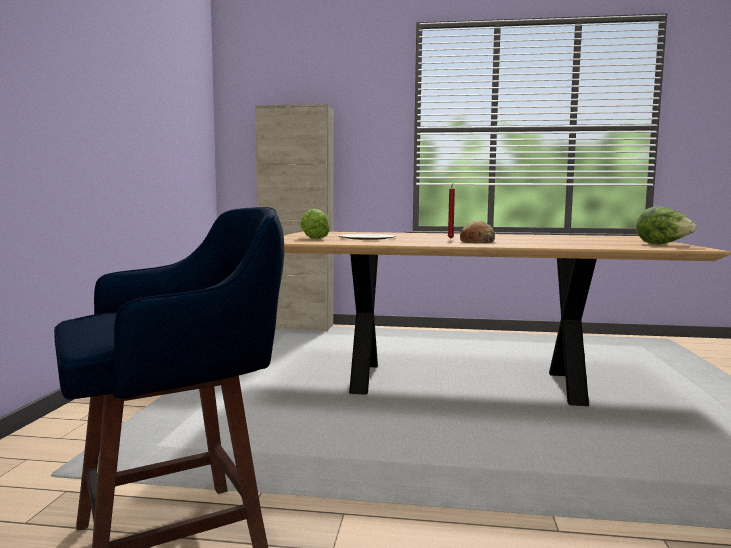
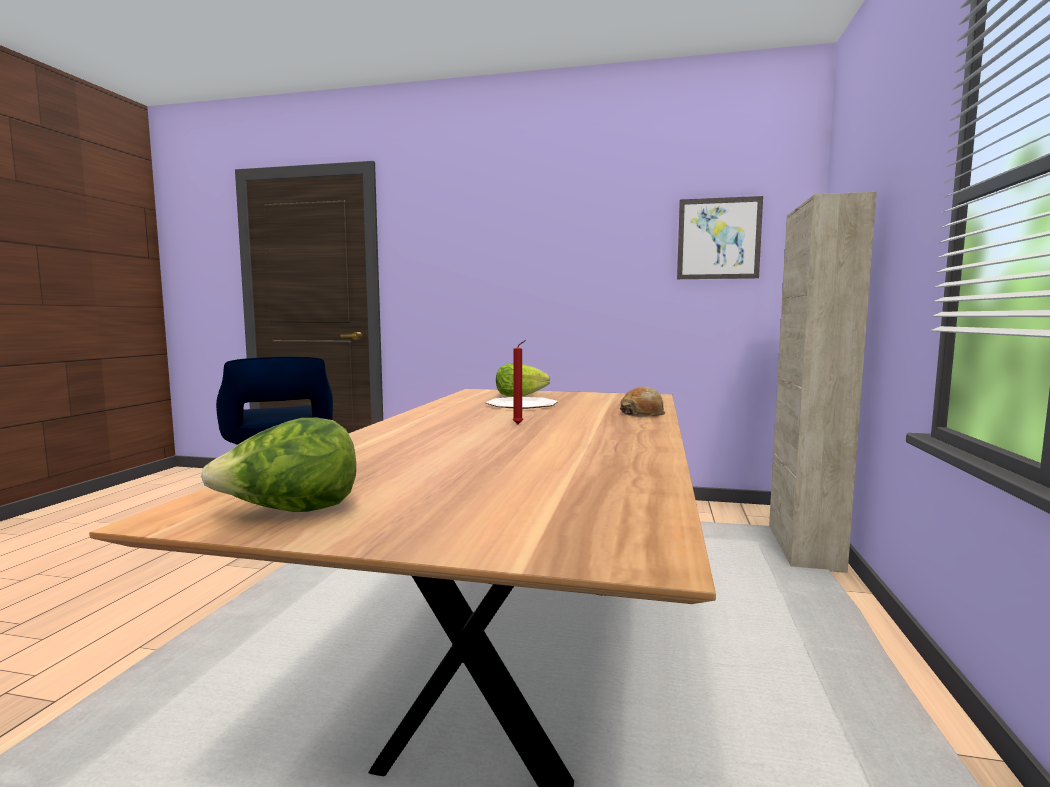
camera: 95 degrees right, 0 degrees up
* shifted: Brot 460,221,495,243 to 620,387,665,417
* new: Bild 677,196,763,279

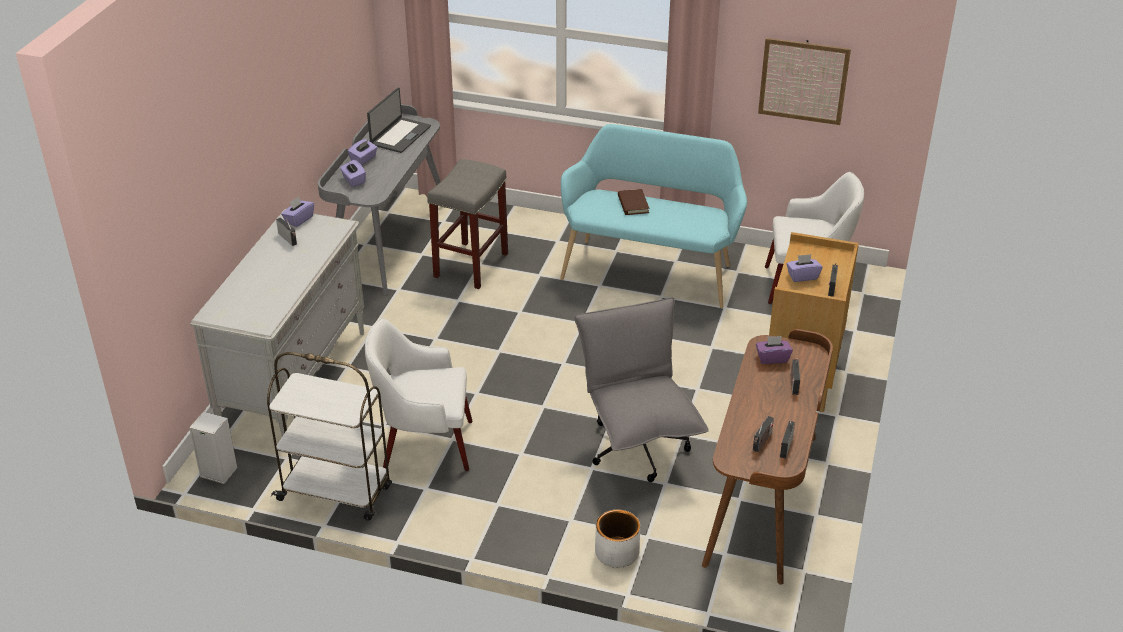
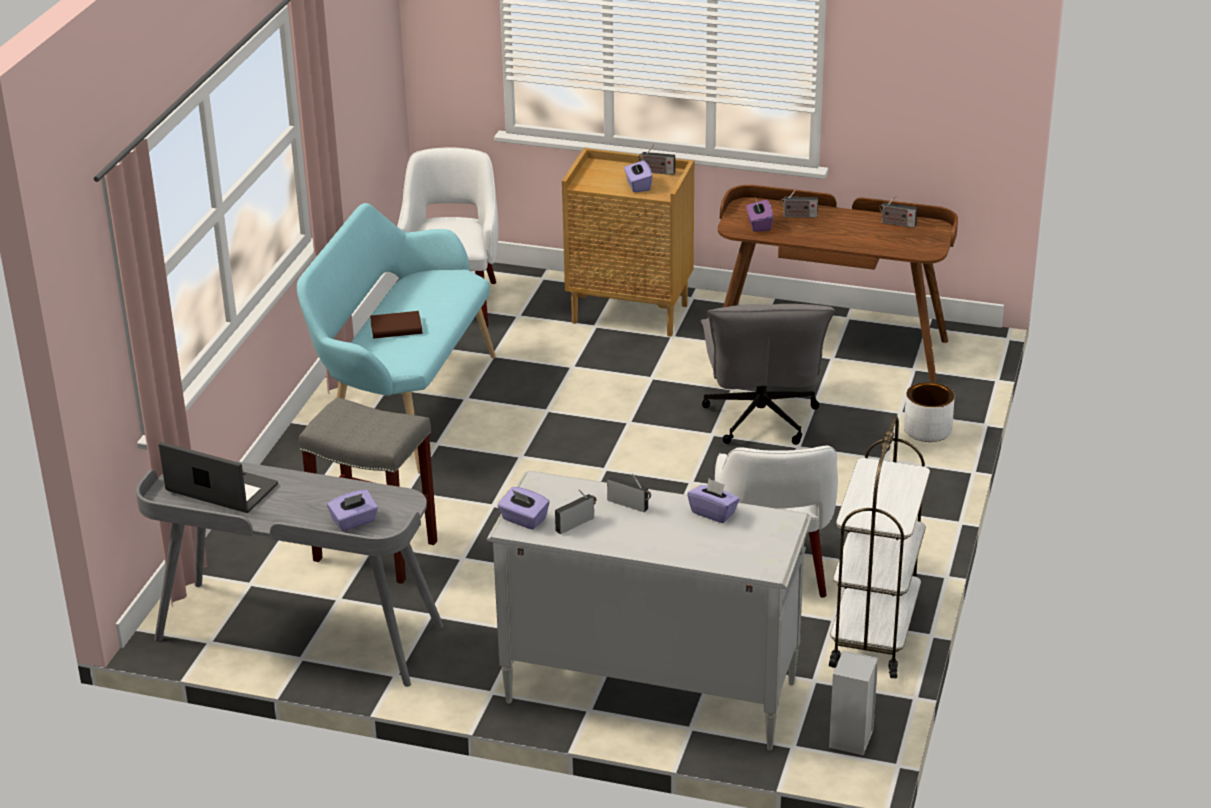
camera: 90 degrees left, 5 degrees down
* shifted: Taschentuchbox [lila] 348,139,378,165 to 687,478,740,523
* rotated: Bürostuhl [grau] 574,297,709,482 = 700,304,835,445 75 degrees counterclockwise
* shifted: Radio 753,416,774,452 to 607,474,651,512
* gone: Bild 758,38,851,125

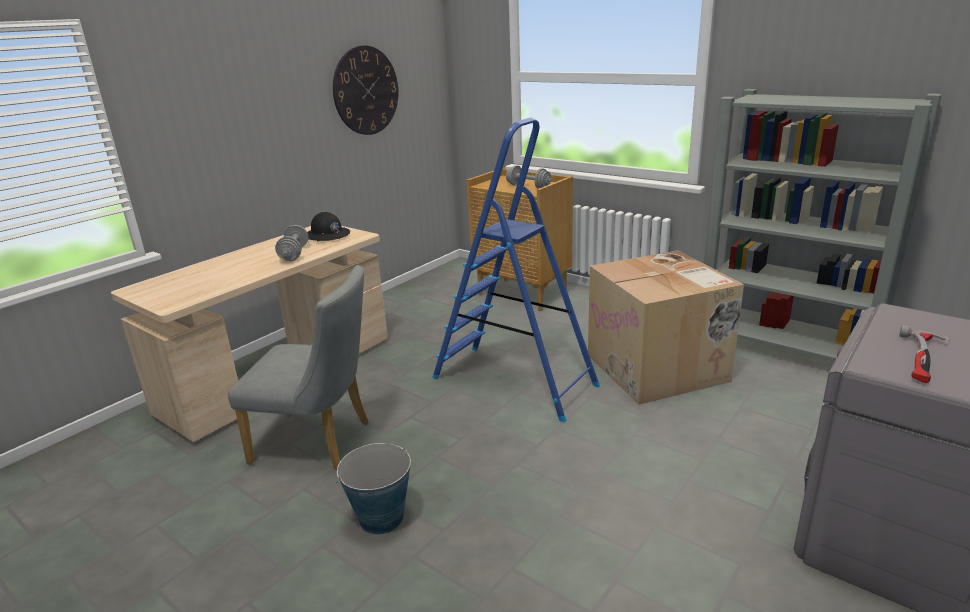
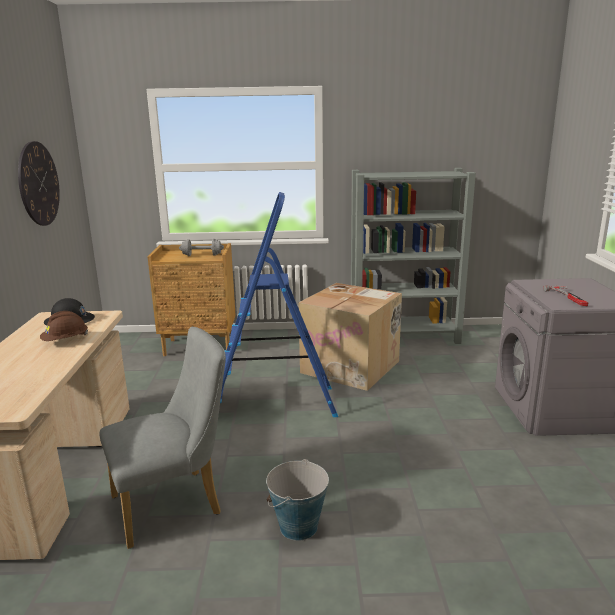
camera: 40 degrees left, 5 degrees down
* swapped: Hantel [grau] 275,225,308,261 to Schutzhelm [braun] 40,311,88,341

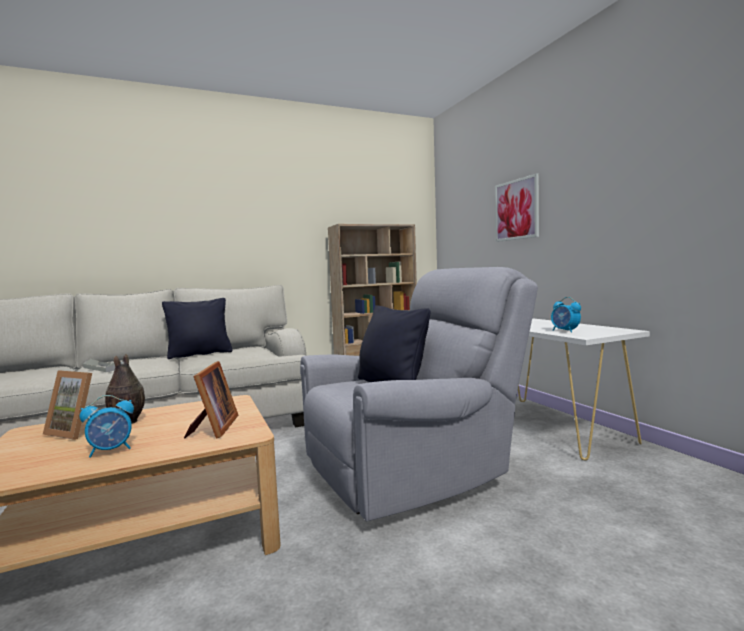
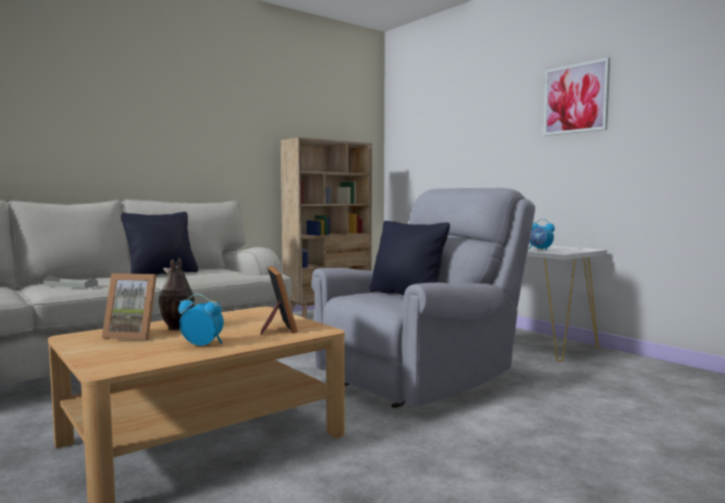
camera: 15 degrees left, 0 degrees up
* rotated: Wecker 79,395,134,458 = 179,294,224,346 120 degrees counterclockwise
* shifted: Bild 495,173,539,242 to 543,57,610,136

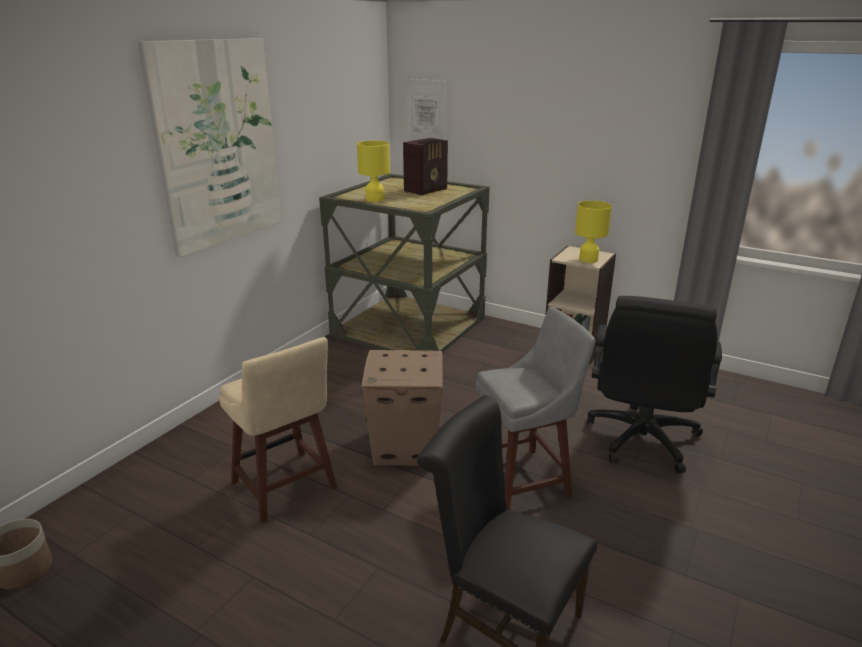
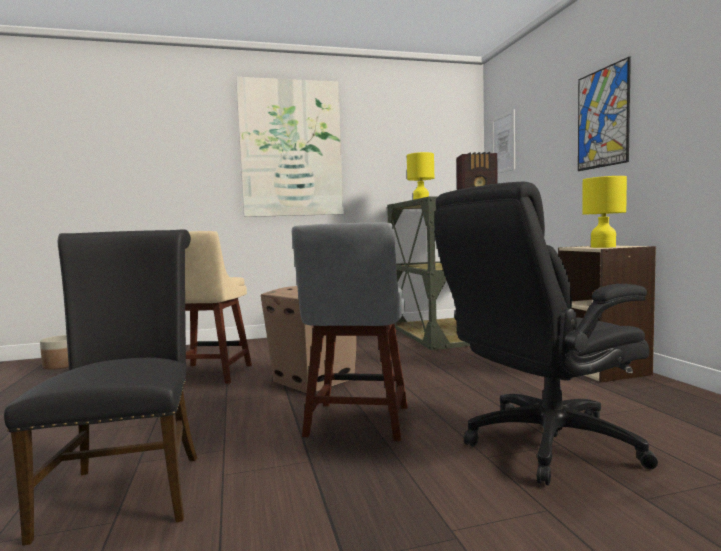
camera: 45 degrees right, 20 degrees down
* rotated: Stuhl [grau] 476,307,596,510 = 292,222,408,441 75 degrees clockwise
* new: Bild 578,56,631,171

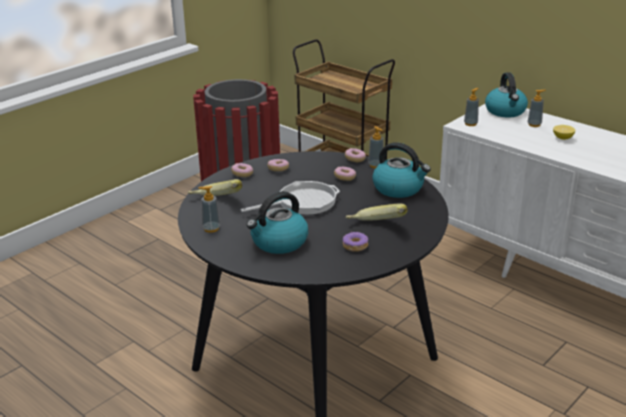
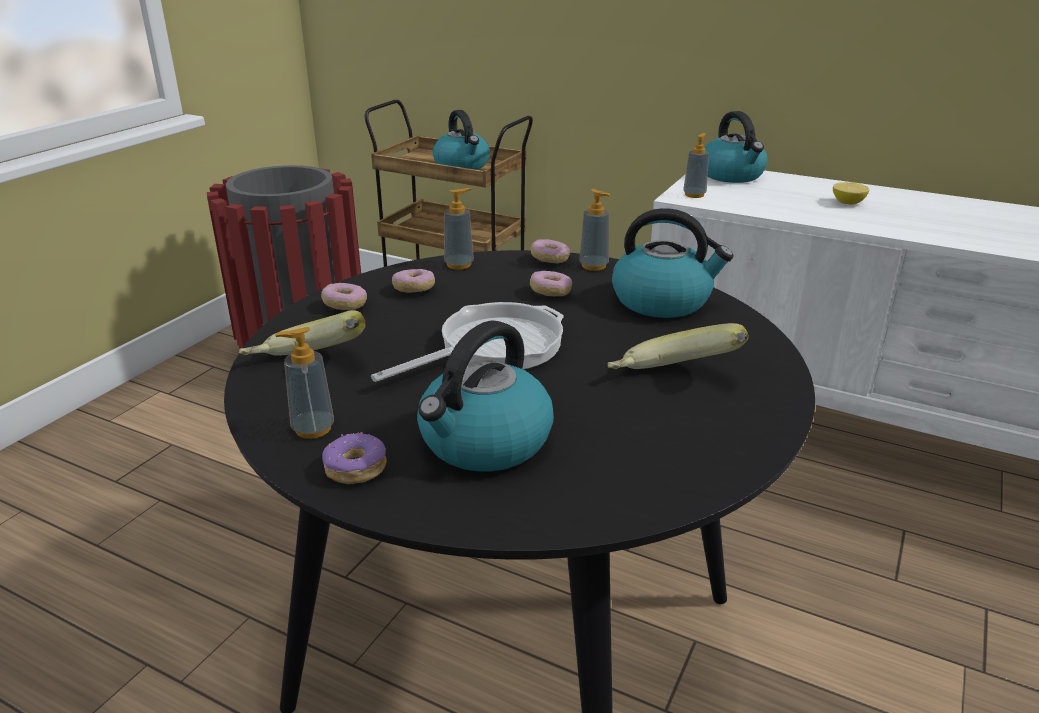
camera: 15 degrees left, 0 degrees up
* shifted: Donut 343,232,368,251 to 322,432,387,484
* shifted: Seifenspender 528,90,546,127 to 444,188,474,270
* new: Wasserkessel 433,110,490,170

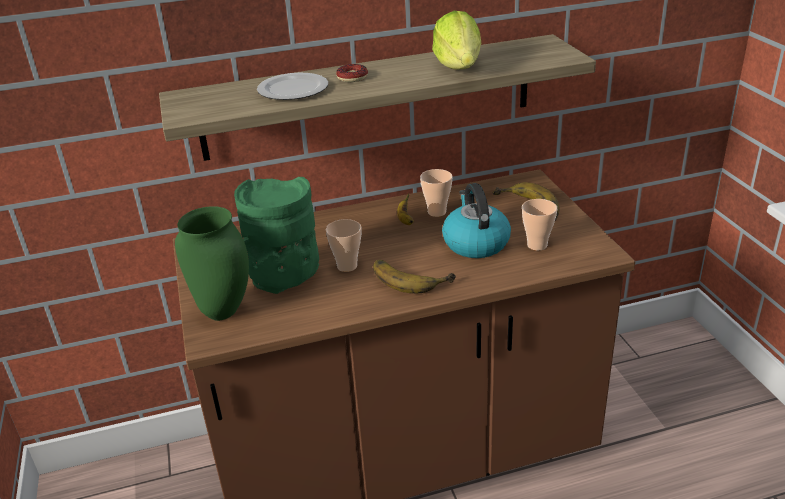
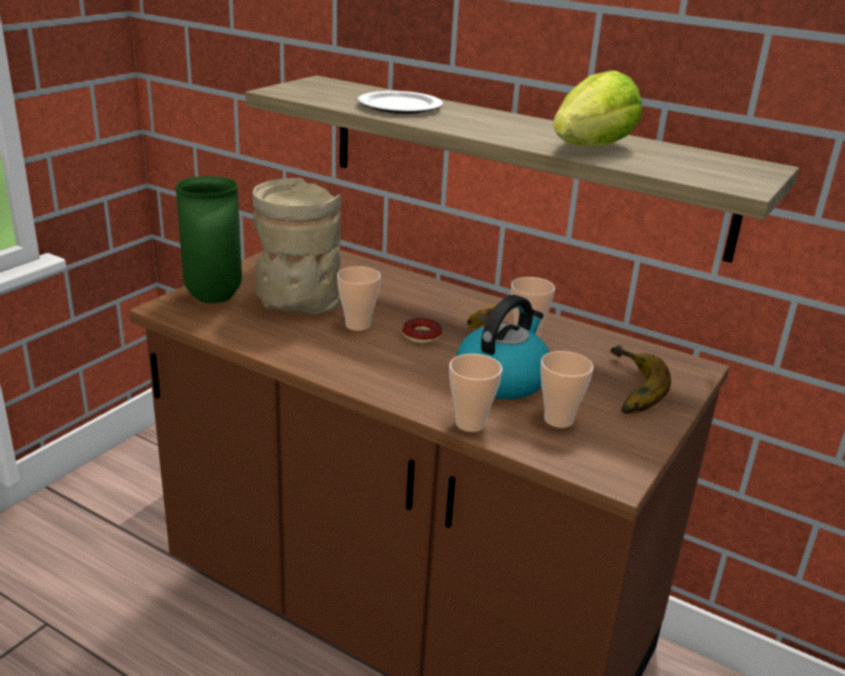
camera: 45 degrees right, 5 degrees down
* repainted: Vase [grün] 234,177,319,294 to Vase [beige] 252,178,341,314
* shifted: Donut 336,64,368,82 to 403,318,442,343
* gone: Banane 373,260,456,293
* new: Tasse 449,354,502,432

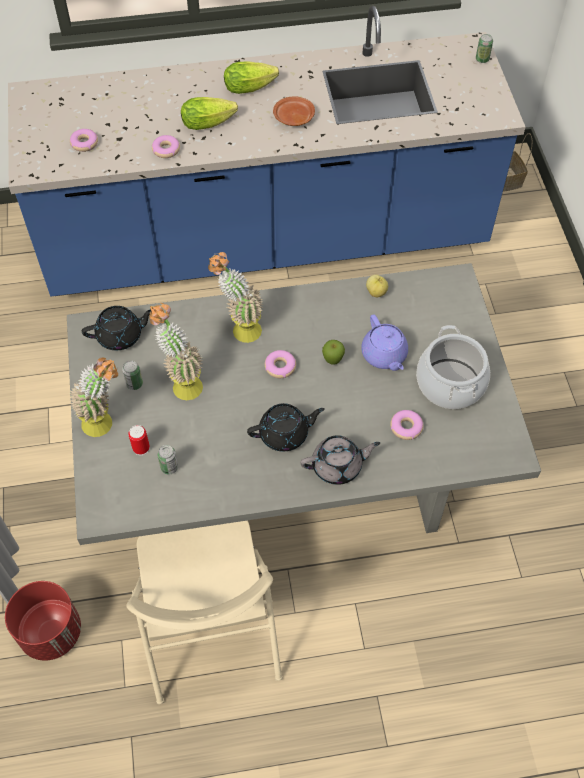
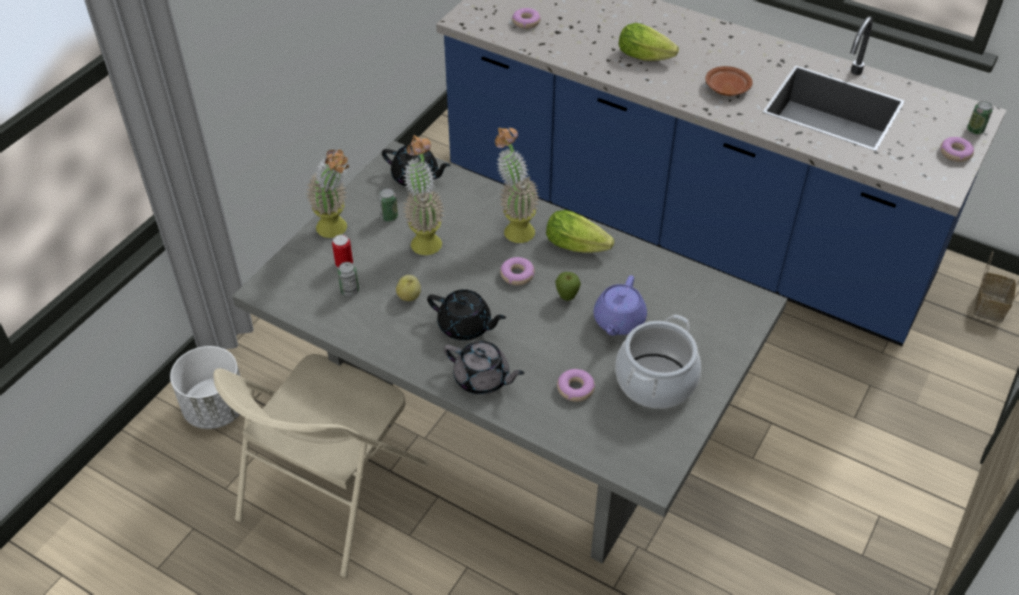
camera: 40 degrees right, 10 degrees down
* repainted: Pflanzkübel [rot] 5,581,81,661 to Pflanzkübel [weiß] 170,346,240,429
* shifted: Donut 152,135,180,158 to 940,137,974,162
* shifted: Salatkopf 224,61,279,94 to 546,210,614,253
* shifted: Apfel 366,275,388,297 to 396,275,421,301

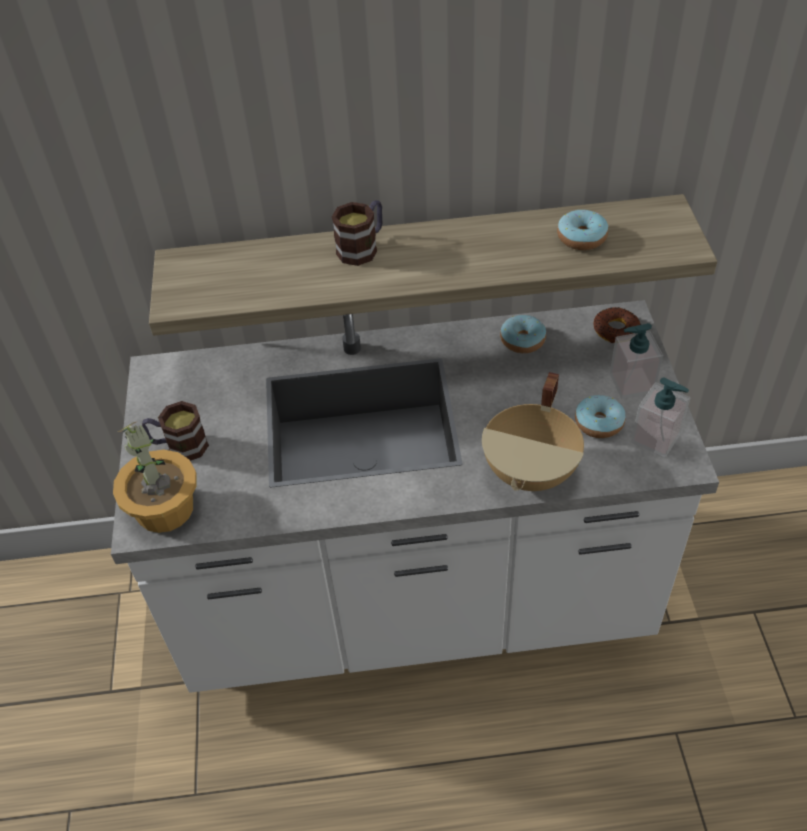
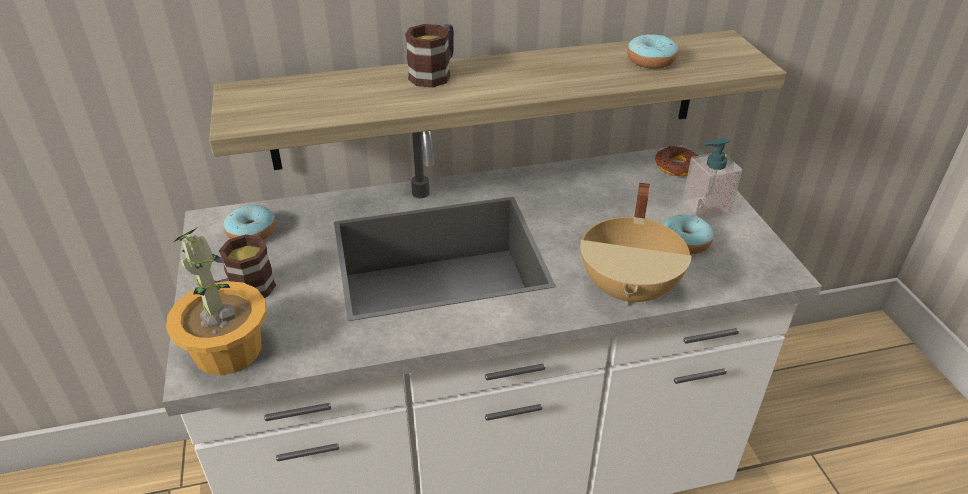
camera: 10 degrees left, 10 degrees down
* shifted: Donut 500,315,546,353 to 224,205,276,240
* gone: Seifenspender 631,377,690,458

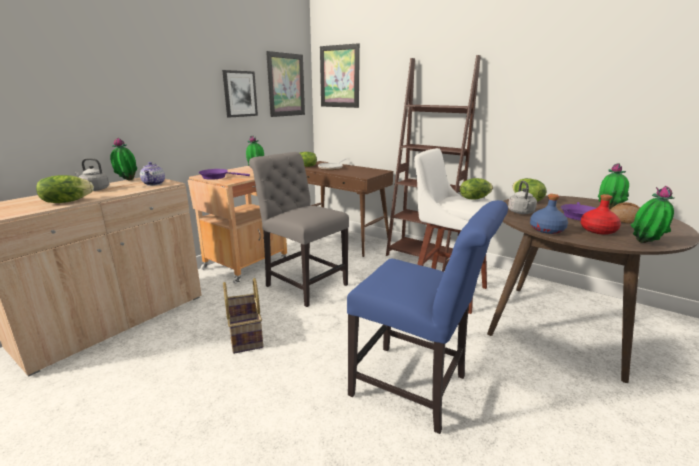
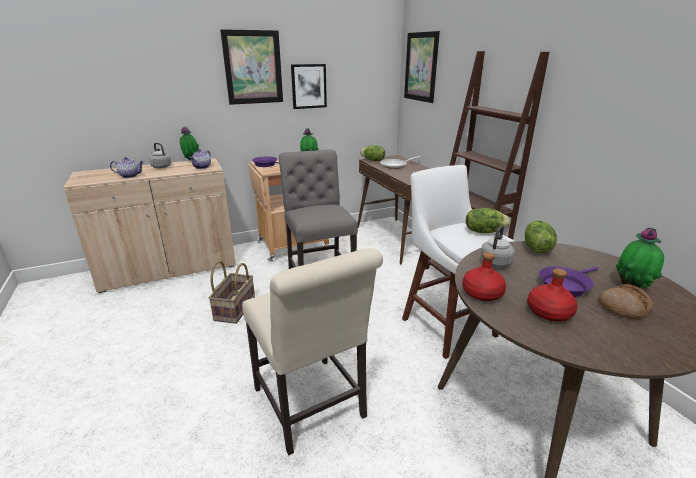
camera: 30 degrees right, 5 degrees up
* swapped: Salatkopf 36,175,94,203 to Teekanne 110,157,144,178
* shifted: Bild 266,51,305,117 to 220,29,283,105
* repainted: Stuhl [blau] 347,200,508,434 to Stuhl [beige] 242,248,383,455
* repainted: Flasche [blau] 530,194,568,234 to Flasche [rot] 462,252,506,301
* gone: Topfpflanze 631,186,674,243

